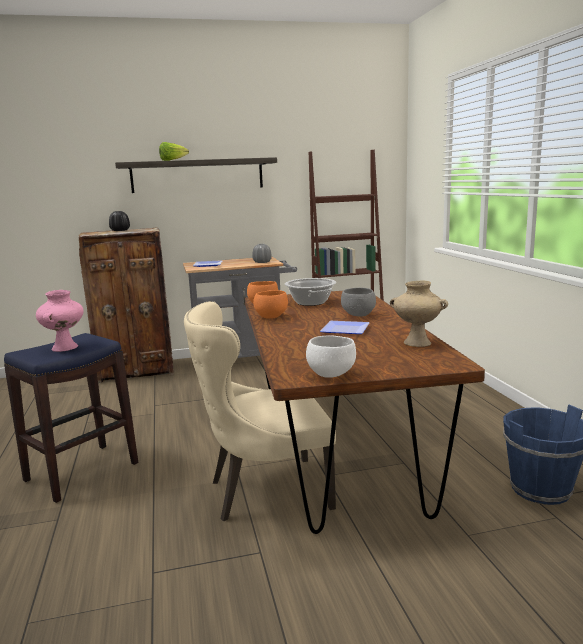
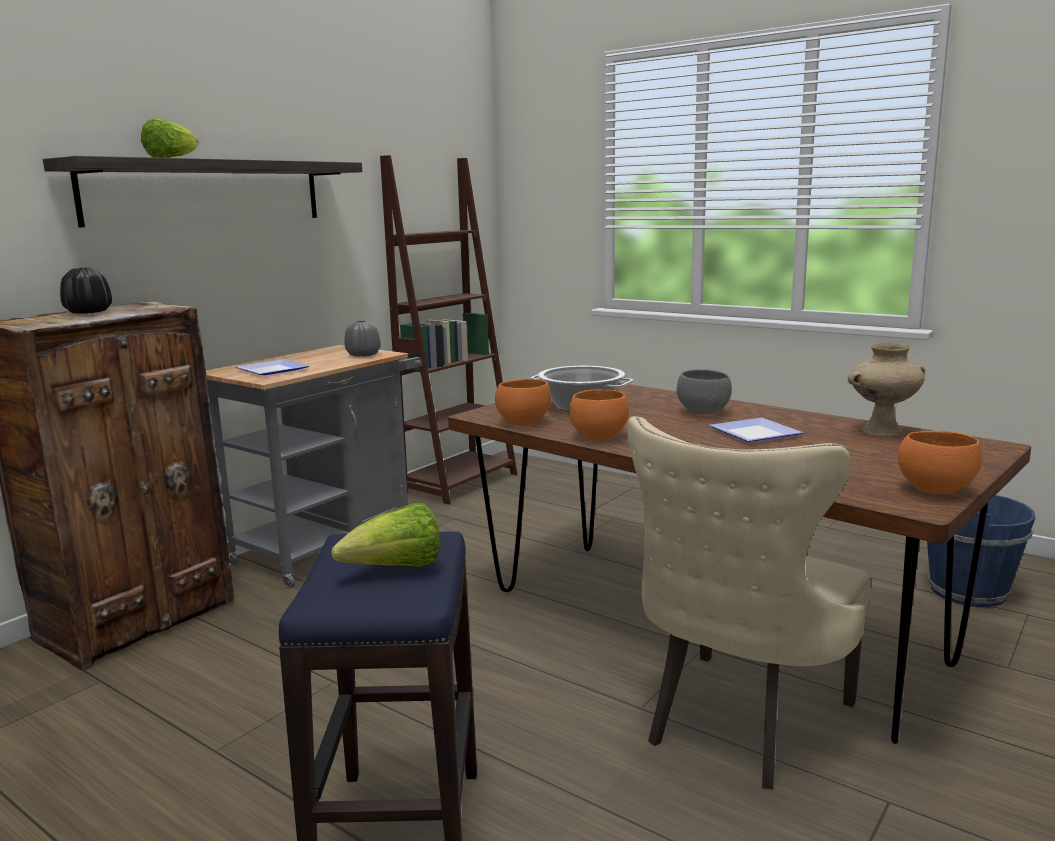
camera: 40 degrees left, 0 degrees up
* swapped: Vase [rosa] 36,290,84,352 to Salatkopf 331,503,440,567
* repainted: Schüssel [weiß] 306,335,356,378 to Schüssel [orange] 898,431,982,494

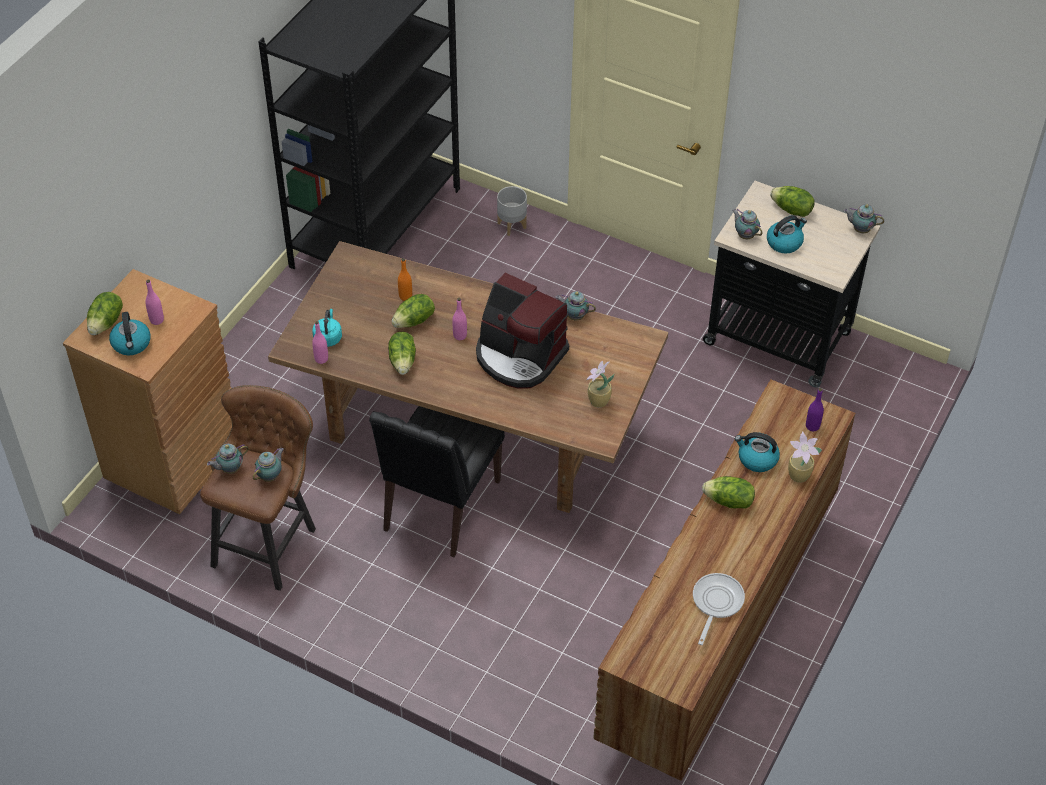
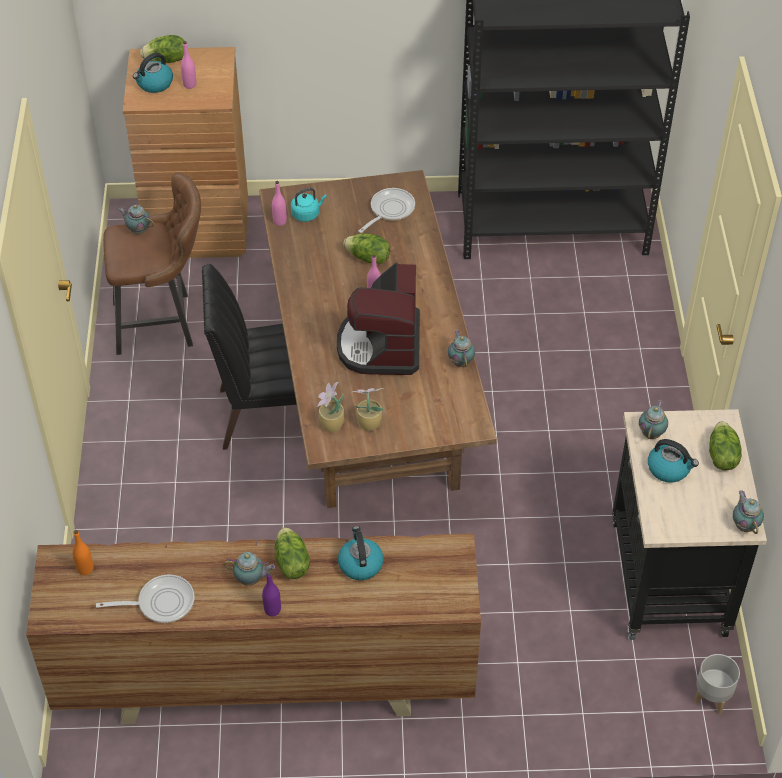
camera: 60 degrees right, 0 degrees up
* shifted: Teekanne 253,448,284,482 to 223,552,275,586
* gone: Salatkopf 388,332,416,375
* shifted: Flasche [orange] 398,258,412,301 to 73,530,93,575
* shifted: Pflanzkübel [grau] 497,186,527,236 to 694,654,740,714
* shifted: Topfpflanze 788,432,822,483 to 317,382,344,433
* shifted: Flasche [lila] 806,388,824,431 to 262,571,281,616
* new: Pfanne 358,188,415,233

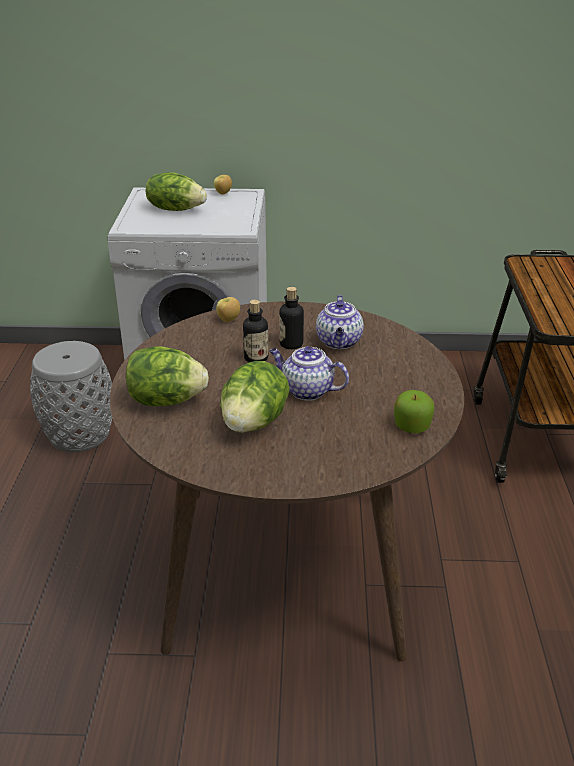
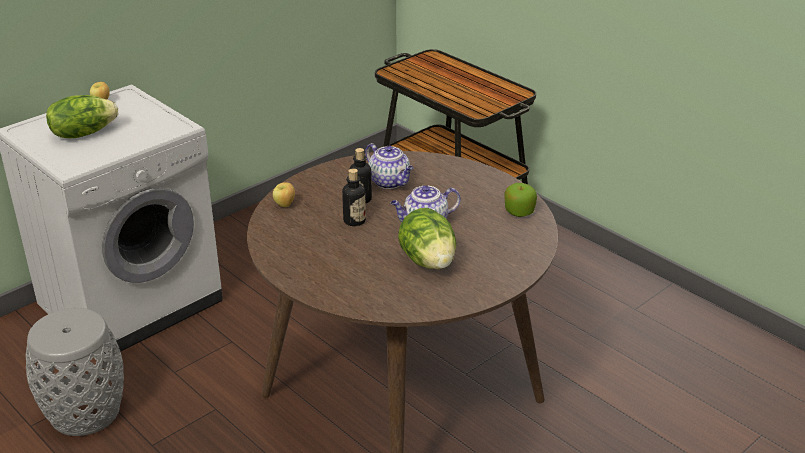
camera: 45 degrees left, 0 degrees up
* gone: Salatkopf 126,346,209,406

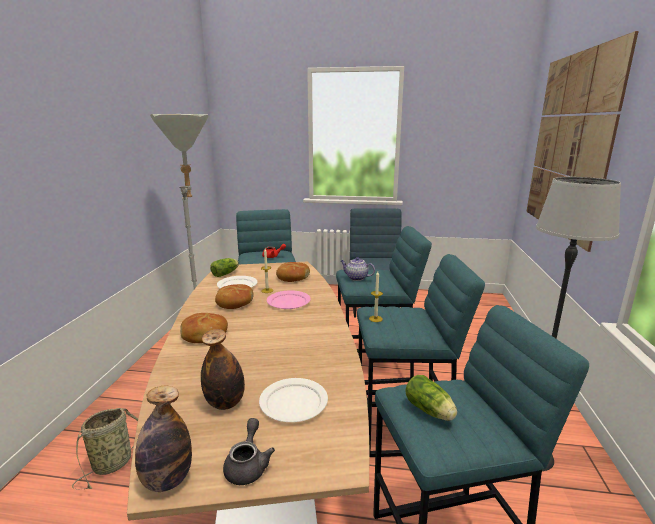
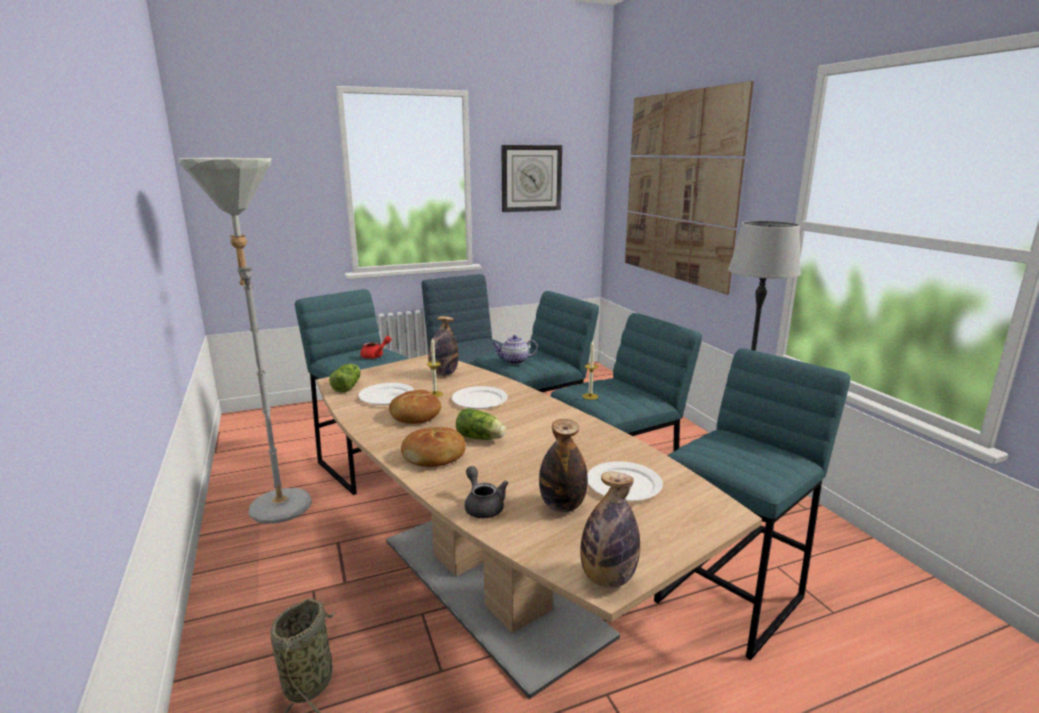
camera: 30 degrees left, 0 degrees up
* shifted: Teekanne [grau] 223,418,275,485 to 465,466,508,518
* repainted: Teller [rosa] 267,290,311,309 to Teller [weiß] 452,386,508,409
* swapped: Brot 276,262,310,282 to Flasche 428,316,458,376
* shifted: Salatkopf 405,375,457,421 to 456,408,506,440
* new: Wanduhr 501,145,562,212

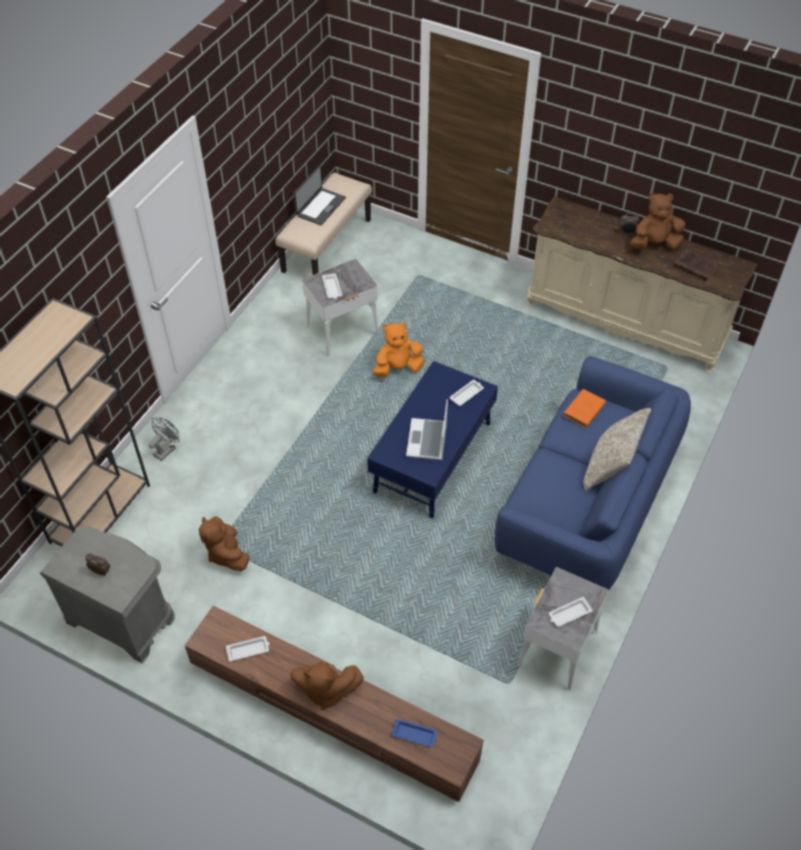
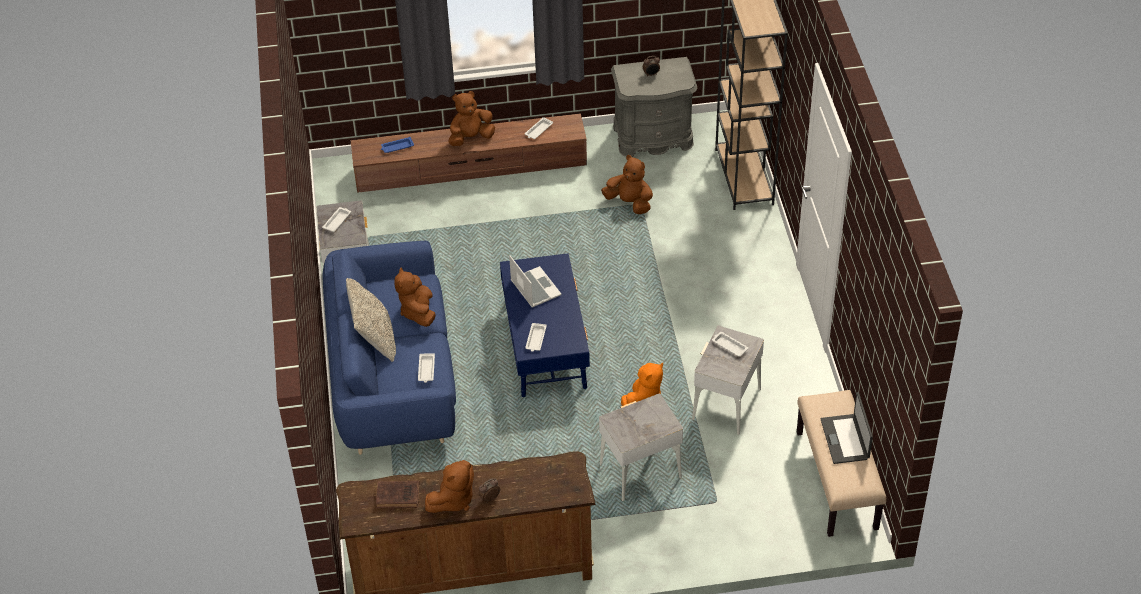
camera: 145 degrees right, 5 degrees down
* gone: Ventilator [grau] 148,418,179,461
* swapped: Buch [orange] 564,389,606,428 to Tablett [weiß] 418,353,435,383
* new: Plüschtier [braun] 394,267,436,327
* new: Beistelltisch 599,394,683,501

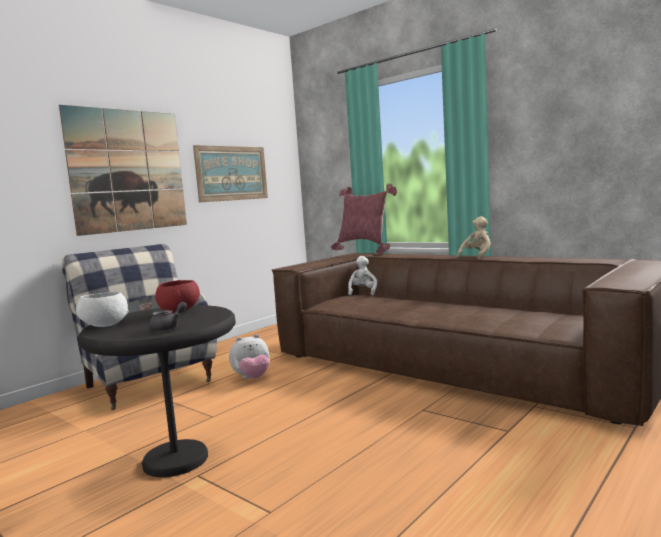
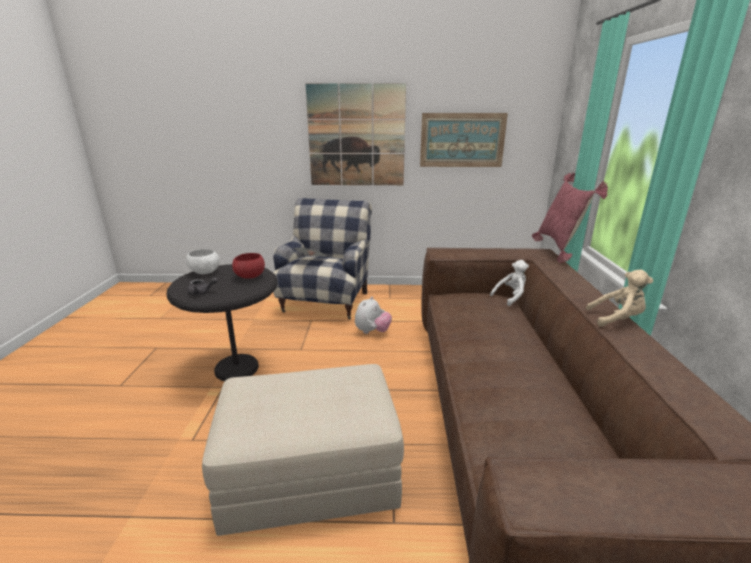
camera: 50 degrees right, 15 degrees up
* rotated: Plüschtier 229,334,270,379 = 355,296,392,334 90 degrees counterclockwise
* new: Polsterhocker [beige] 202,364,404,536

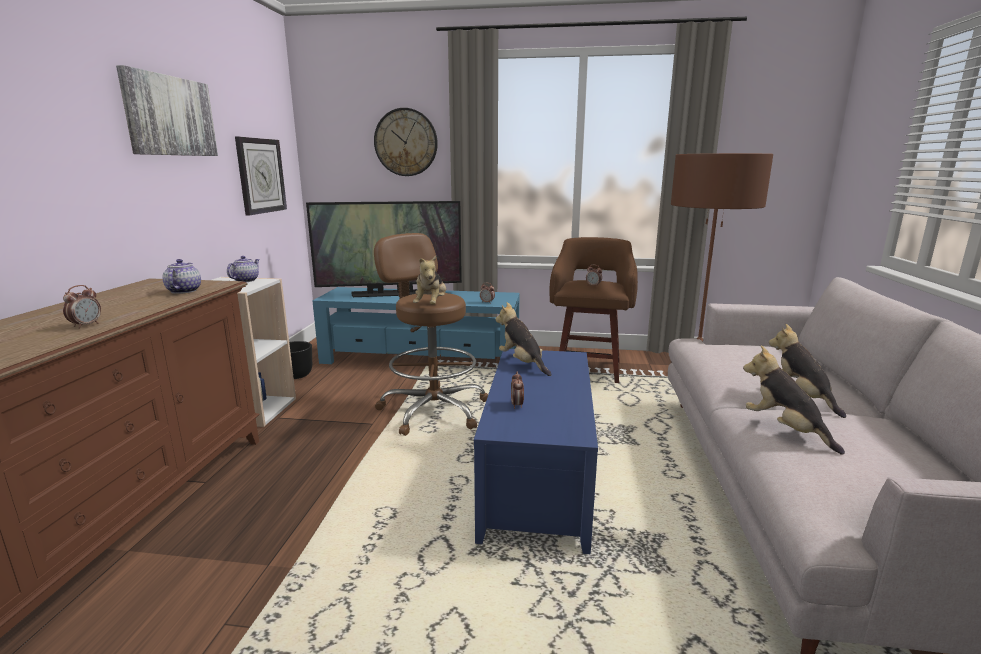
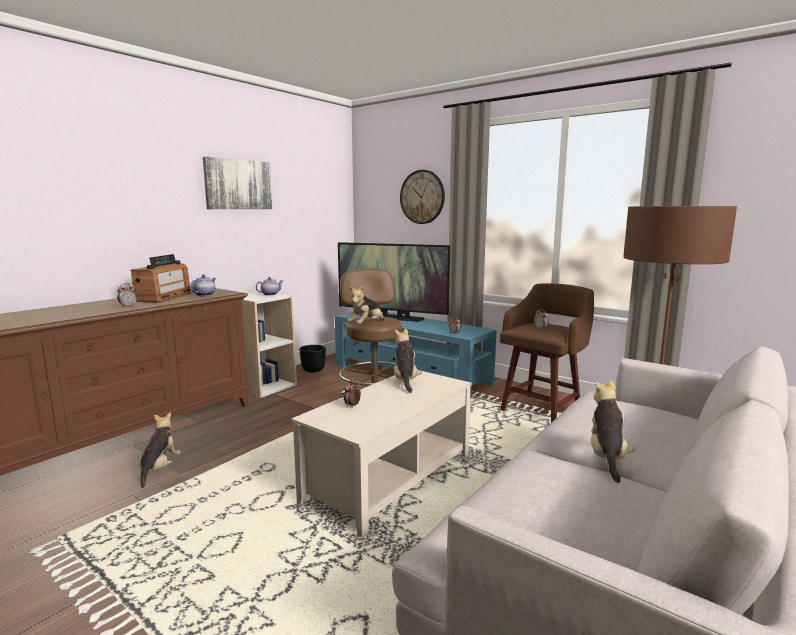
camera: 30 degrees right, 5 degrees down
* gone: Wanduhr 235,137,287,215
* repainted: Couchtisch [blau] 474,349,598,554 to Couchtisch [beige] 291,370,472,537
* shifted: Plüschtier 743,346,845,455 to 139,413,181,488
* new: Radio 131,254,192,303

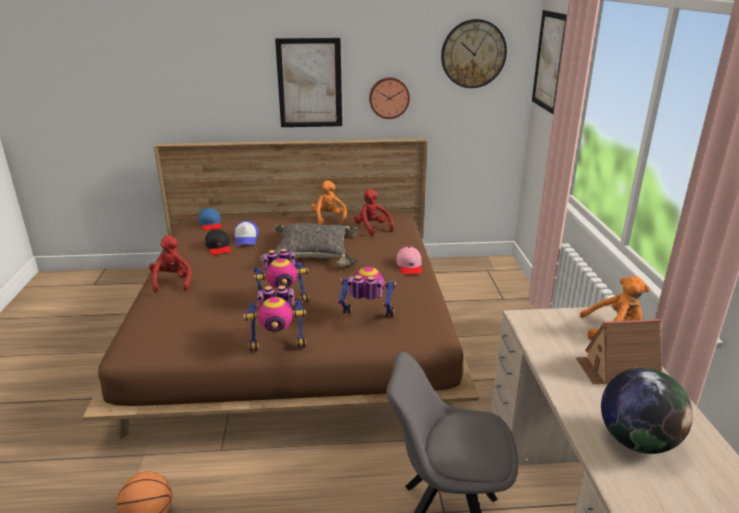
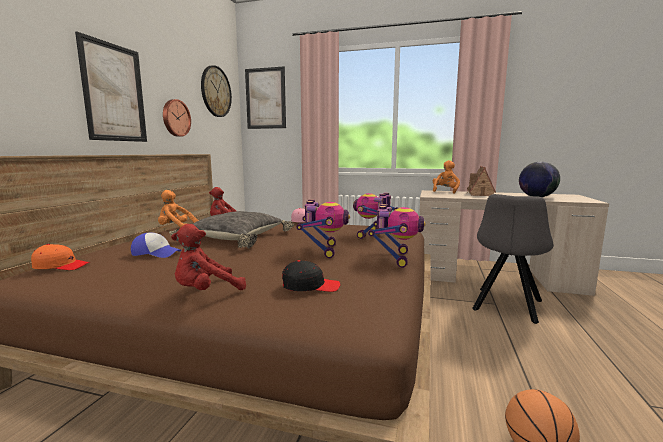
camera: 70 degrees left, 15 degrees down
* rotated: Plüschtier [rot] 149,235,192,292 = 171,224,246,290 45 degrees counterclockwise
* repainted: Kappe [blau] 199,208,221,231 to Kappe [orange] 31,244,90,270
* shifted: Kappe [schwarz] 205,229,231,255 to 282,260,340,292

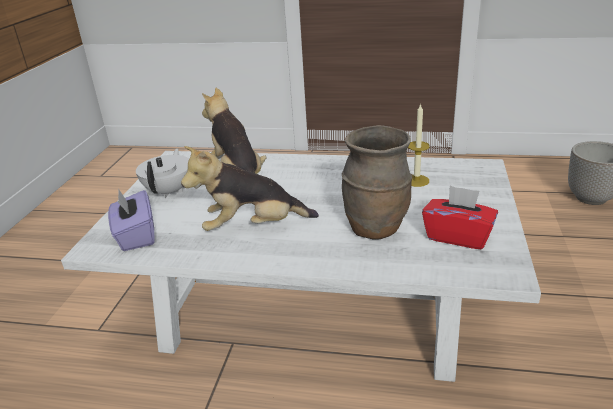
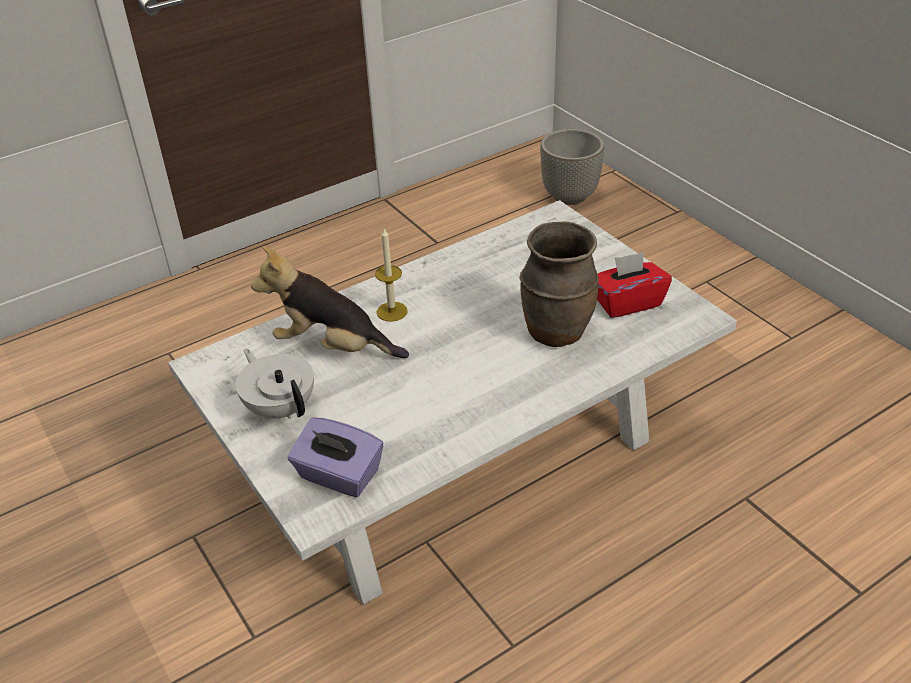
camera: 45 degrees left, 10 degrees up
* gone: Plüschtier 181,146,319,231
* shifted: Kerze 408,103,430,187 to 375,228,408,322

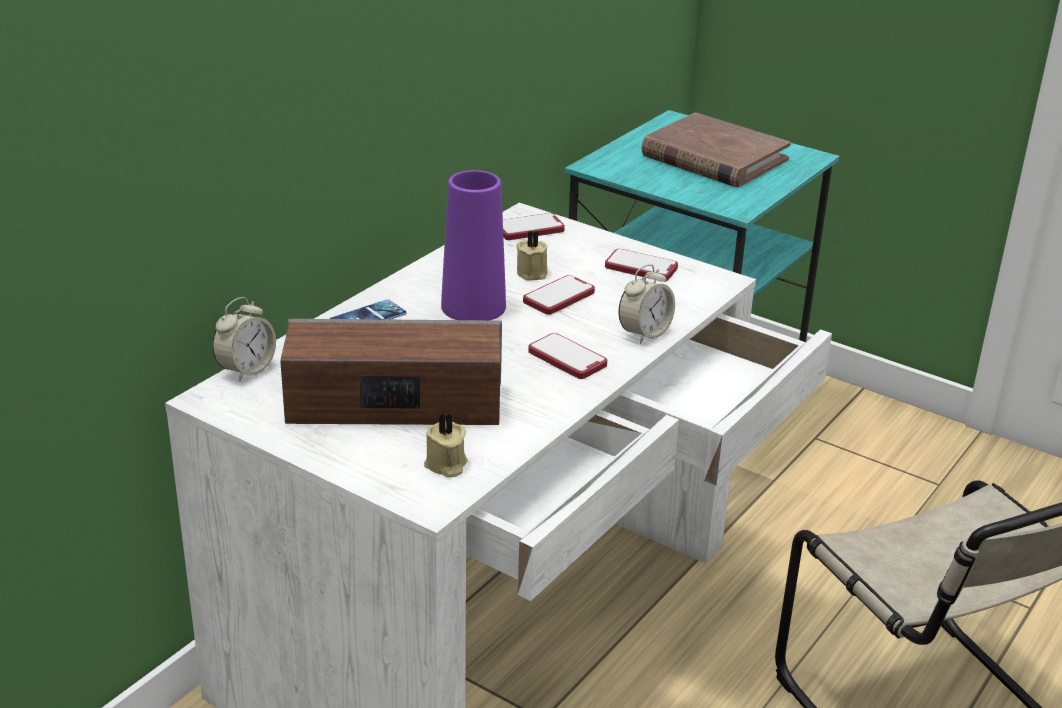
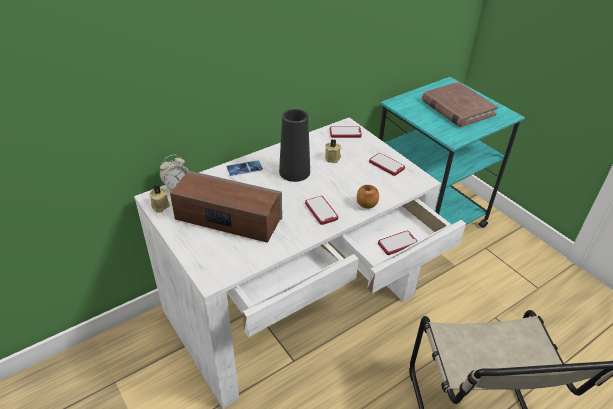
camera: 20 degrees right, 10 degrees up
* shifted: Kerze [beige] 424,414,468,478 to 150,185,170,213
* repainted: Vase [lila] 441,170,506,320 to Vase [schwarz] 279,109,310,182
* shifted: Handy 523,275,595,315 to 378,231,418,255
* swapped: Wecker 619,264,675,344 to Apfel 357,185,379,209

